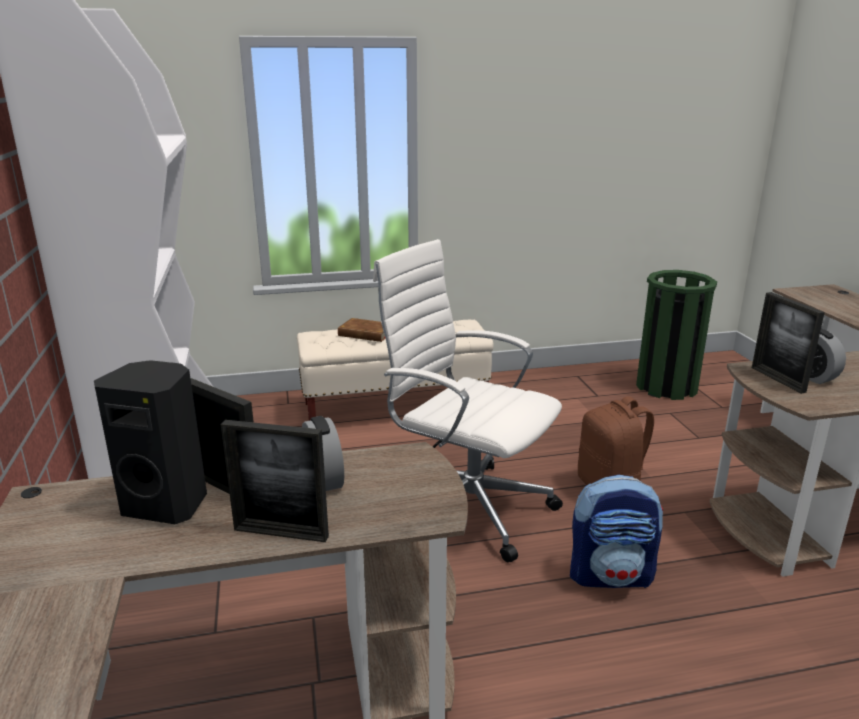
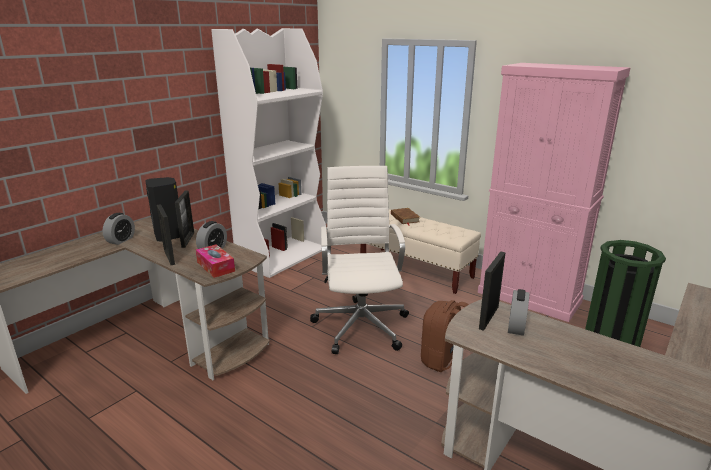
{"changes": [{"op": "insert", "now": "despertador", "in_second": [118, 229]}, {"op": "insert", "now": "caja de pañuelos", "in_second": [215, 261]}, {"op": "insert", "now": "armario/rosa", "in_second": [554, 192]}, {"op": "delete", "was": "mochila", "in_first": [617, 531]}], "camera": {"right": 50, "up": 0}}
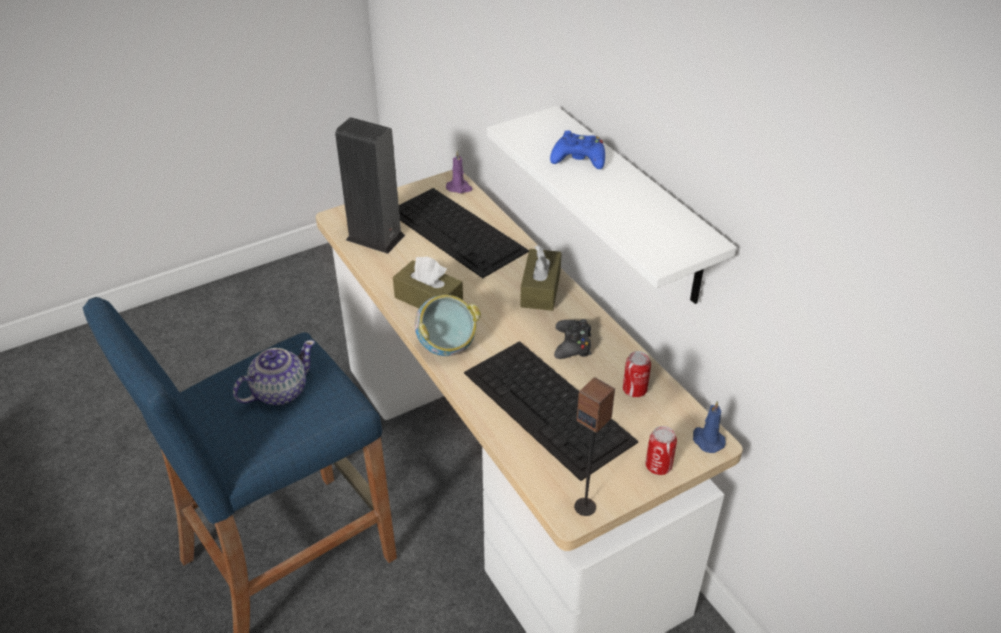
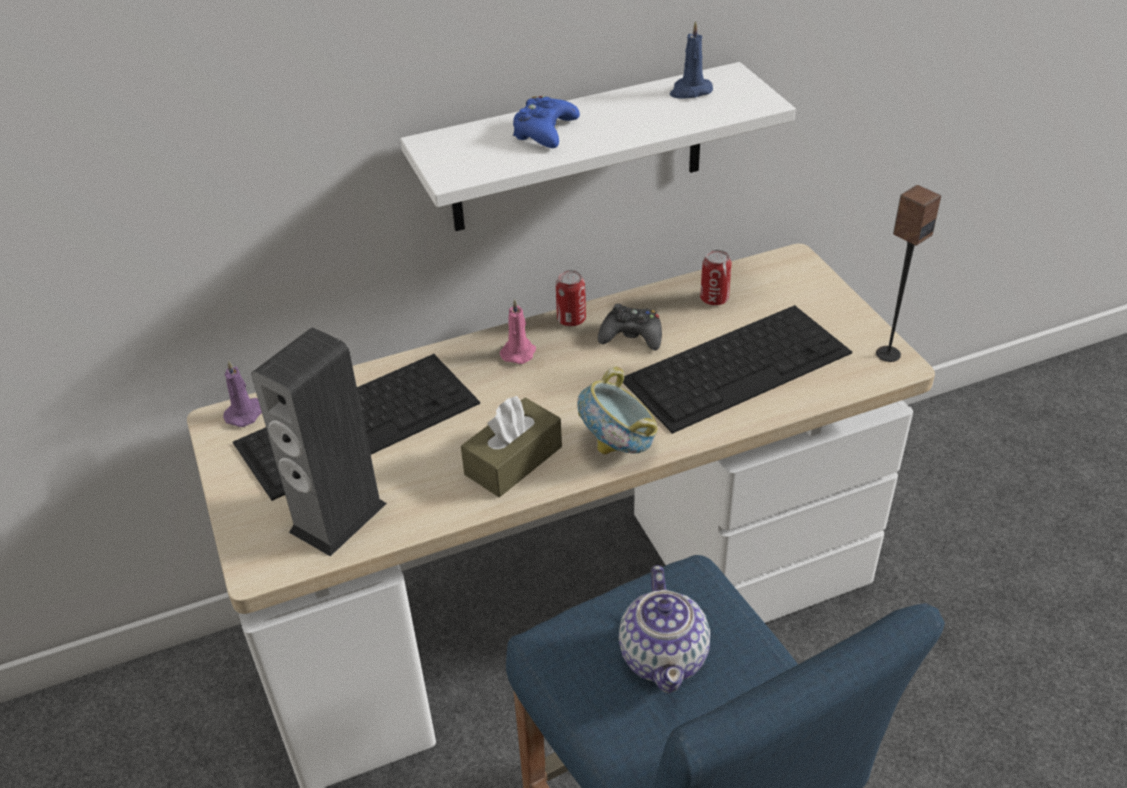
{"changes": [{"op": "replace", "was": "caja de pañuelos/marrón", "now": "vela/rosa", "in_first": [541, 278], "in_second": [518, 331]}, {"op": "move", "was": "lata", "in_first": [661, 450], "in_second": [571, 298]}, {"op": "rotate", "was": "tetera", "in_first": [274, 372], "in_second": [664, 629], "clockwise": -150}, {"op": "move", "was": "vela/azul", "in_first": [709, 427], "in_second": [691, 60]}], "camera": {"right": -80, "up": 0}}
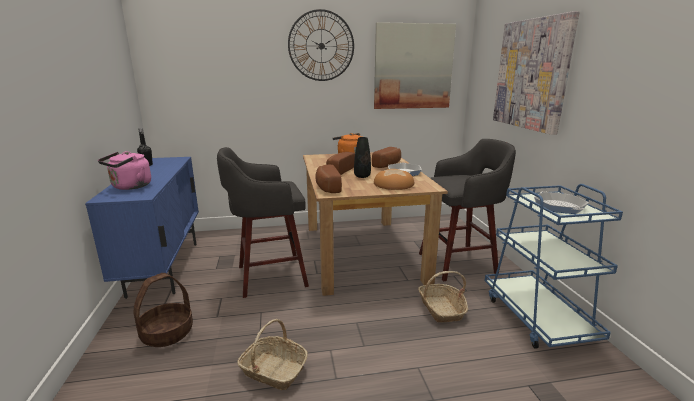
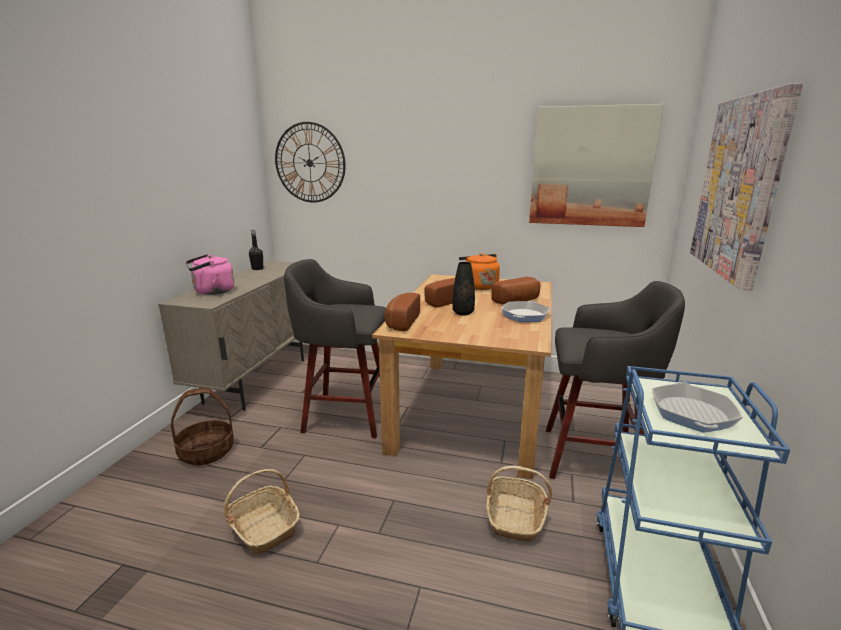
{"changes": [{"op": "recolor", "was": "armario/azul", "now": "armario/beis", "in_first": [142, 228], "in_second": [234, 336]}, {"op": "move", "was": "reloj de pared", "in_first": [321, 45], "in_second": [310, 162]}, {"op": "delete", "was": "pan", "in_first": [394, 179]}], "camera": {"right": 25, "up": 0}}
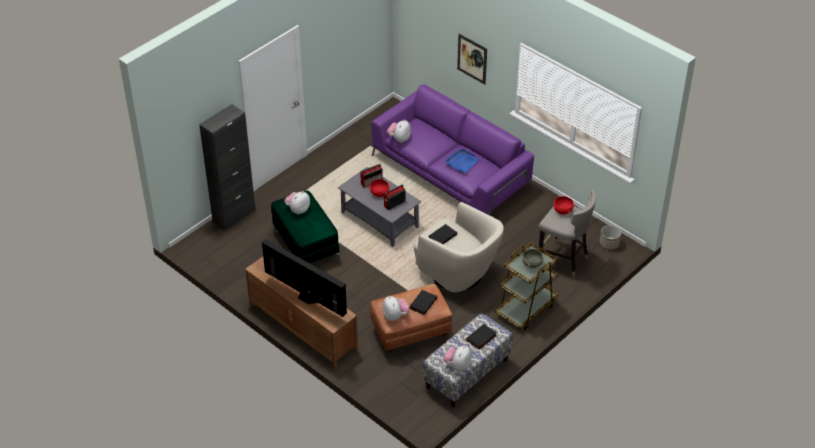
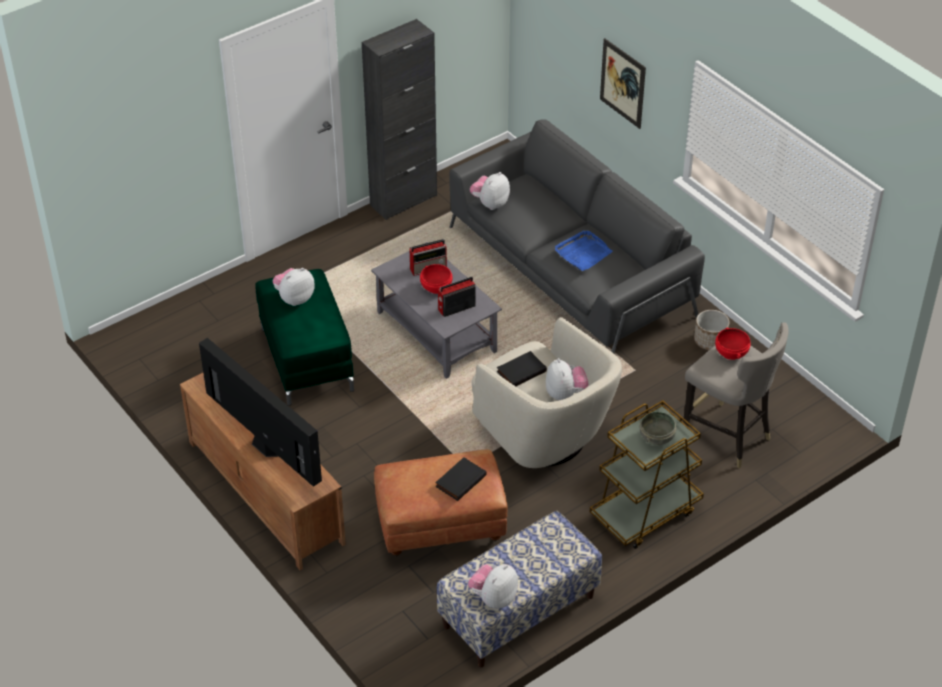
{"changes": [{"op": "move", "was": "armario/negro", "in_first": [227, 167], "in_second": [399, 119]}, {"op": "recolor", "was": "sofá/morado", "now": "sofá/gris", "in_first": [452, 149], "in_second": [577, 236]}, {"op": "move", "was": "peluche", "in_first": [396, 308], "in_second": [567, 379]}, {"op": "move", "was": "maceta", "in_first": [610, 237], "in_second": [711, 330]}, {"op": "delete", "was": "libro/negro", "in_first": [481, 337]}], "camera": {"right": 10, "up": 0}}
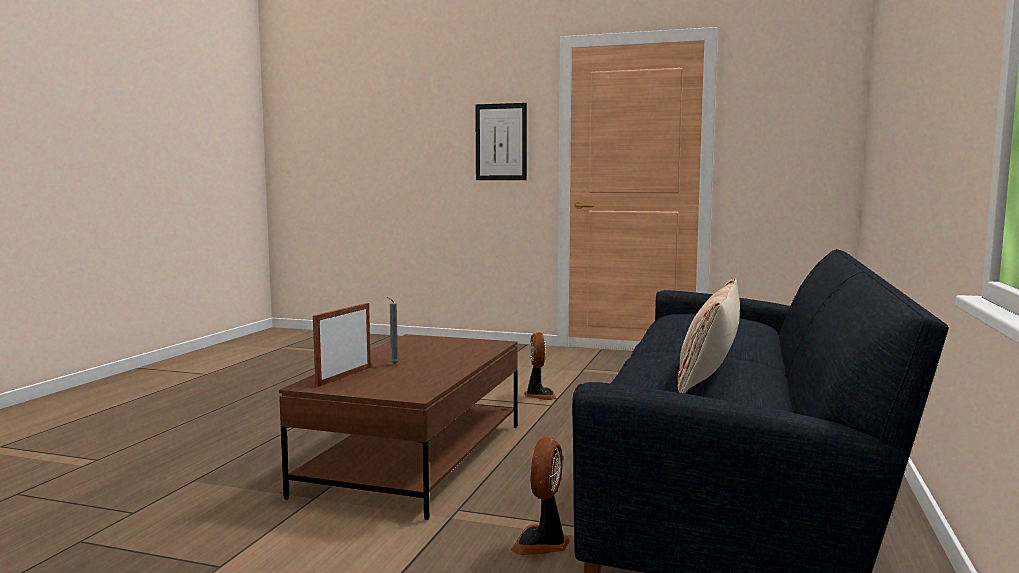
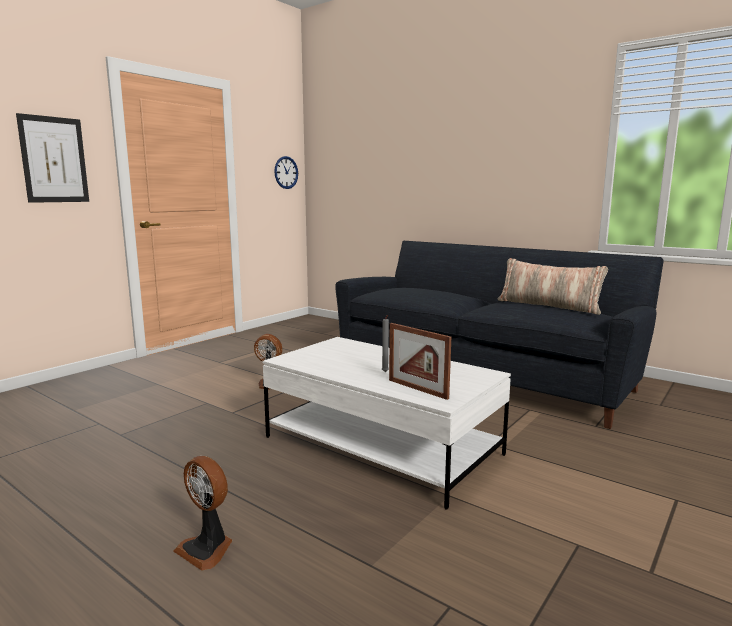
{"changes": [{"op": "move", "was": "ventilador", "in_first": [540, 496], "in_second": [203, 513]}, {"op": "recolor", "was": "mesa de centro/marrón", "now": "mesa de centro/blanco", "in_first": [398, 427], "in_second": [386, 423]}, {"op": "insert", "now": "reloj de pared", "in_second": [286, 172]}], "camera": {"right": -70, "up": 5}}
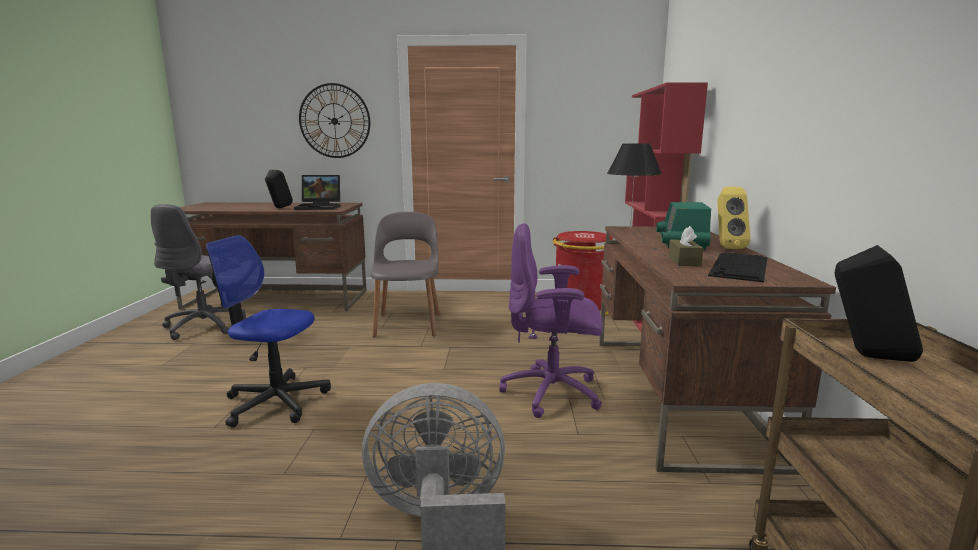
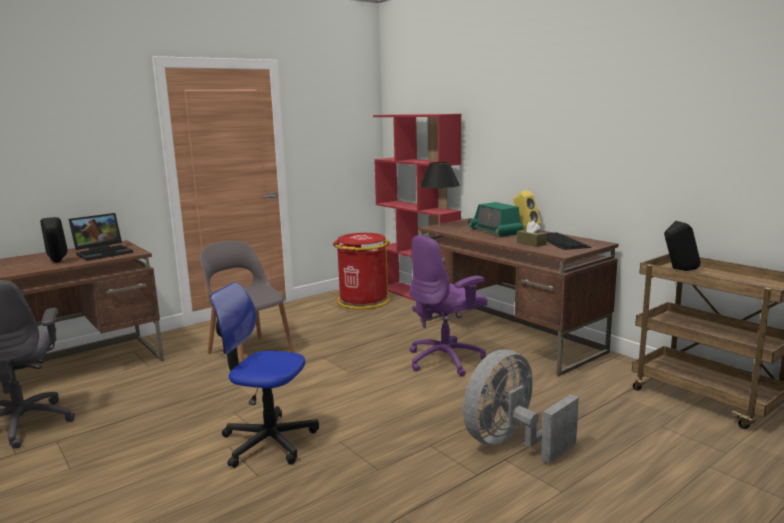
{"changes": [{"op": "rotate", "was": "silla de oficina", "in_first": [268, 331], "in_second": [264, 375], "clockwise": 45}, {"op": "delete", "was": "reloj de pared", "in_first": [334, 120]}], "camera": {"right": -40, "up": 0}}
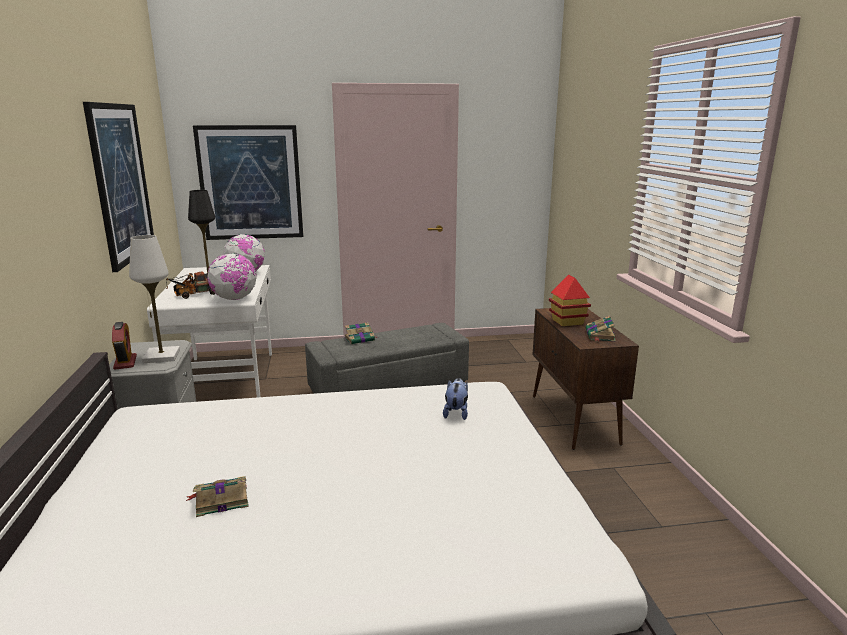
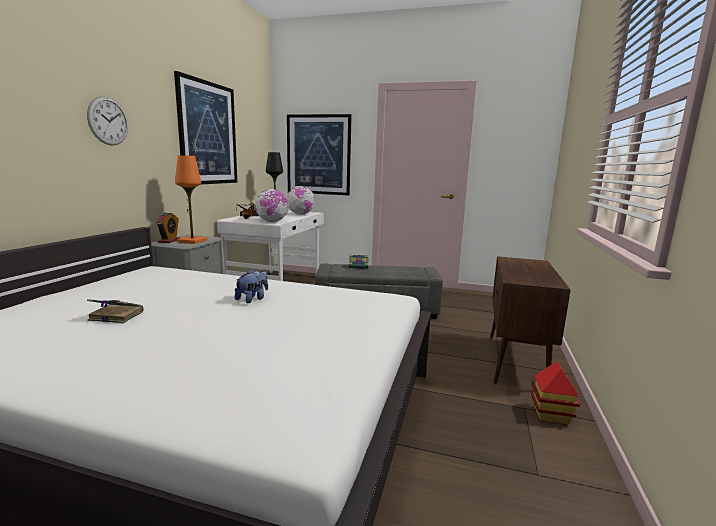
{"changes": [{"op": "insert", "now": "reloj de pared", "in_second": [107, 121]}, {"op": "recolor", "was": "lámpara de mesa/blanco", "now": "lámpara de mesa/naranja", "in_first": [154, 299], "in_second": [191, 199]}, {"op": "move", "was": "peluche", "in_first": [455, 399], "in_second": [251, 286]}, {"op": "move", "was": "casita", "in_first": [570, 300], "in_second": [555, 392]}, {"op": "delete", "was": "libro", "in_first": [601, 328]}], "camera": {"right": 25, "up": -5}}
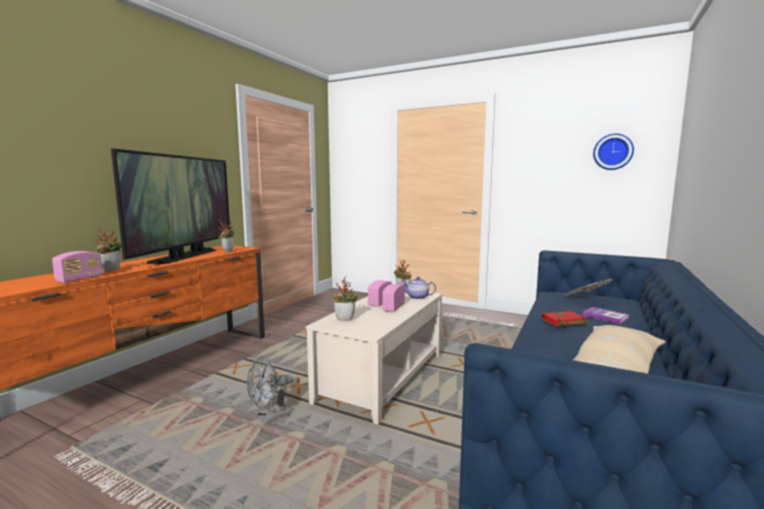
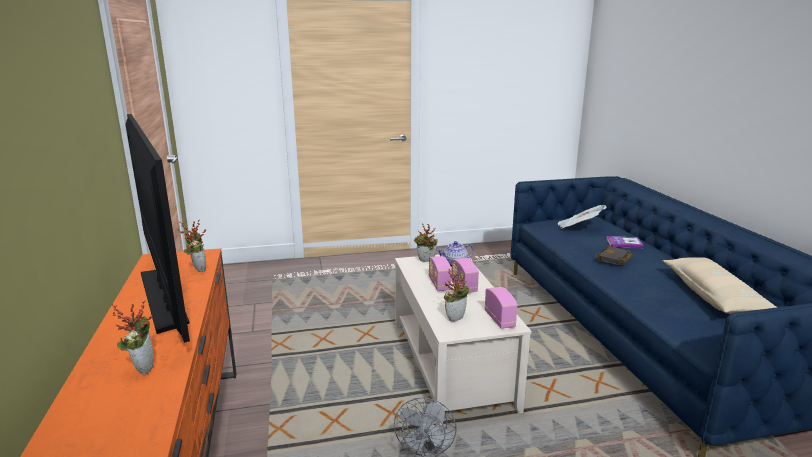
{"changes": [{"op": "move", "was": "radio", "in_first": [77, 267], "in_second": [501, 308]}, {"op": "recolor", "was": "libro/rojo", "now": "libro/negro", "in_first": [564, 318], "in_second": [614, 255]}, {"op": "delete", "was": "reloj de pared", "in_first": [613, 152]}], "camera": {"right": -40, "up": 10}}
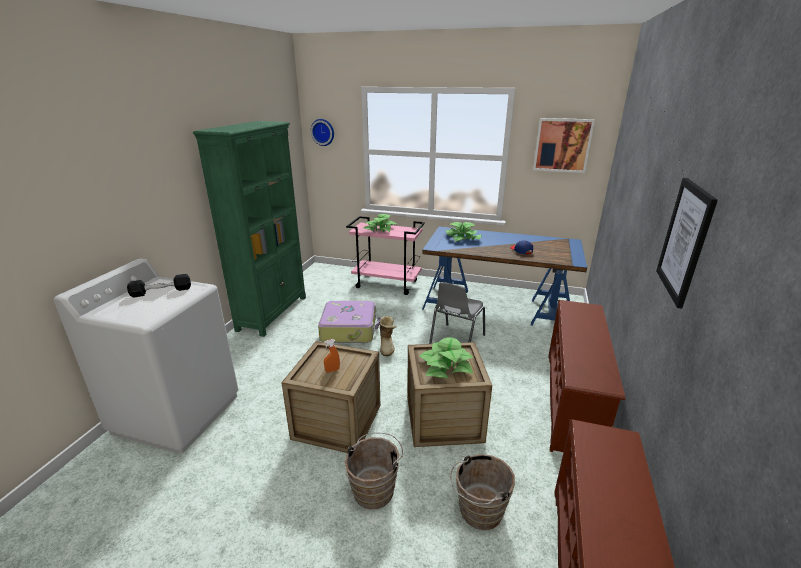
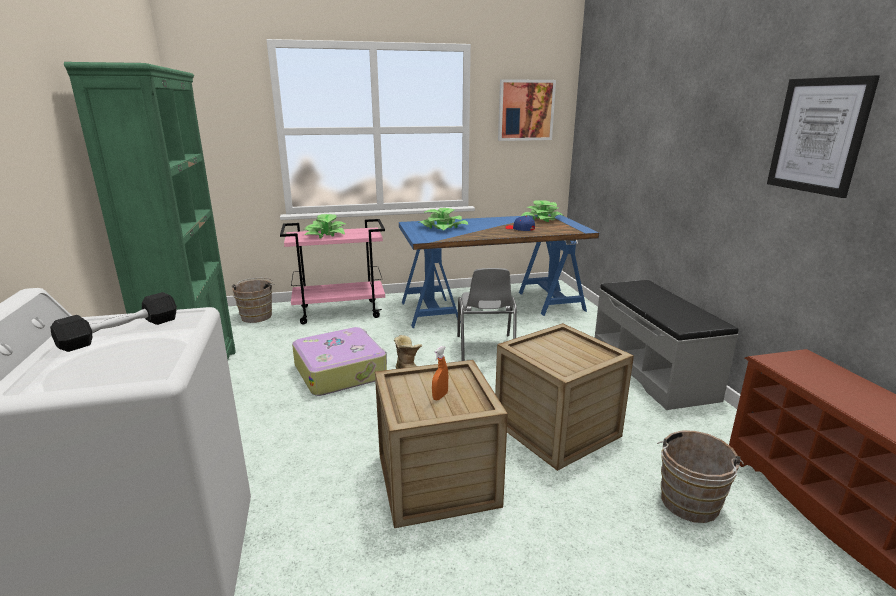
{"changes": [{"op": "move", "was": "cubo/marrón", "in_first": [374, 470], "in_second": [253, 300]}, {"op": "move", "was": "planta en maceta", "in_first": [446, 358], "in_second": [543, 211]}, {"op": "replace", "was": "zapatero/marrón", "now": "banco/gris", "in_first": [587, 376], "in_second": [666, 345]}, {"op": "delete", "was": "reloj de pared", "in_first": [322, 132]}], "camera": {"right": -30, "up": -5}}
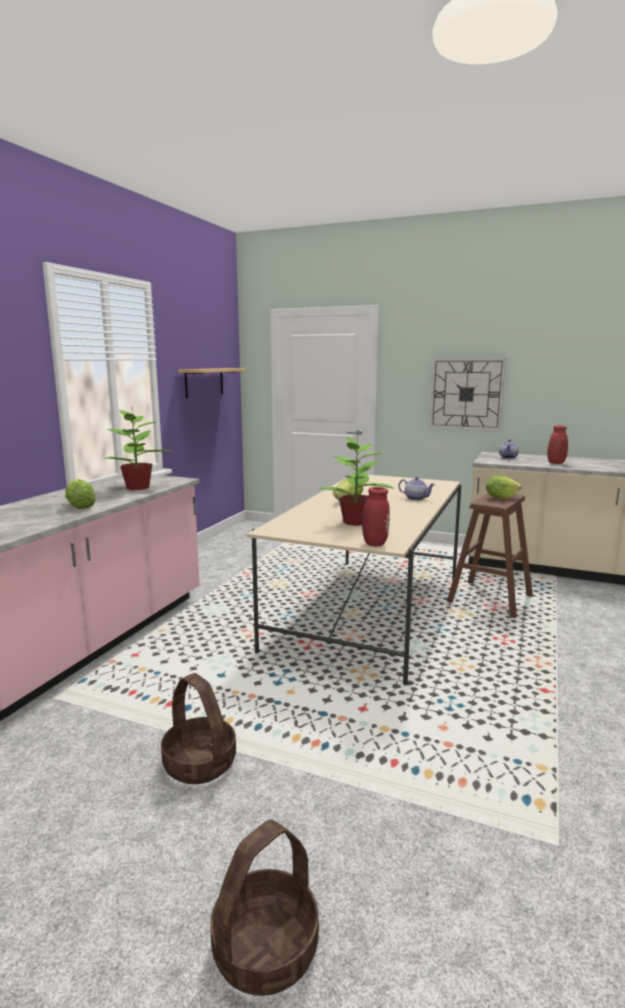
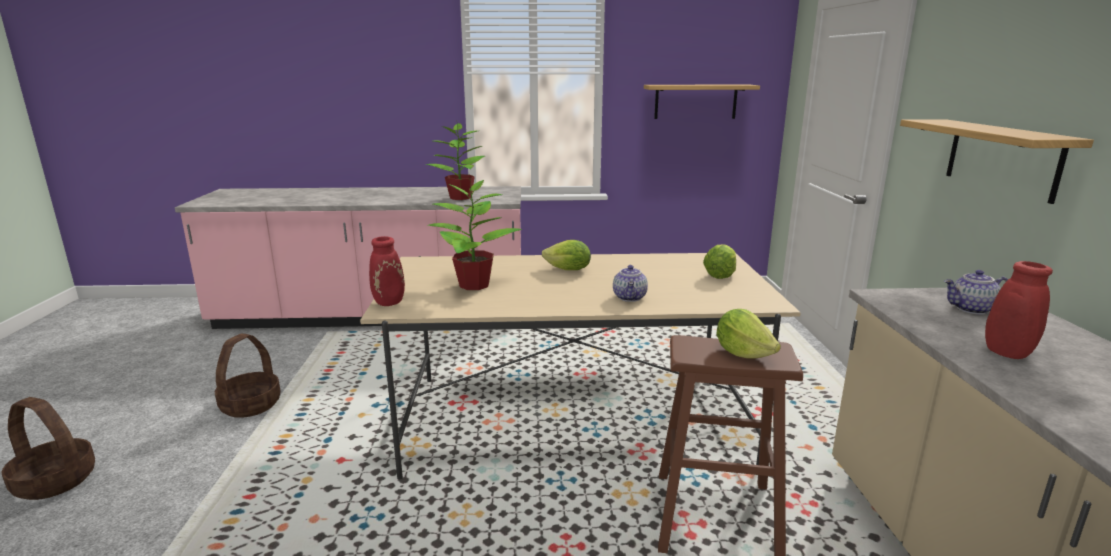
{"changes": [{"op": "move", "was": "lechuga", "in_first": [80, 494], "in_second": [719, 261]}, {"op": "replace", "was": "reloj de pared", "now": "estante", "in_first": [468, 394], "in_second": [997, 161]}], "camera": {"right": 65, "up": 5}}
